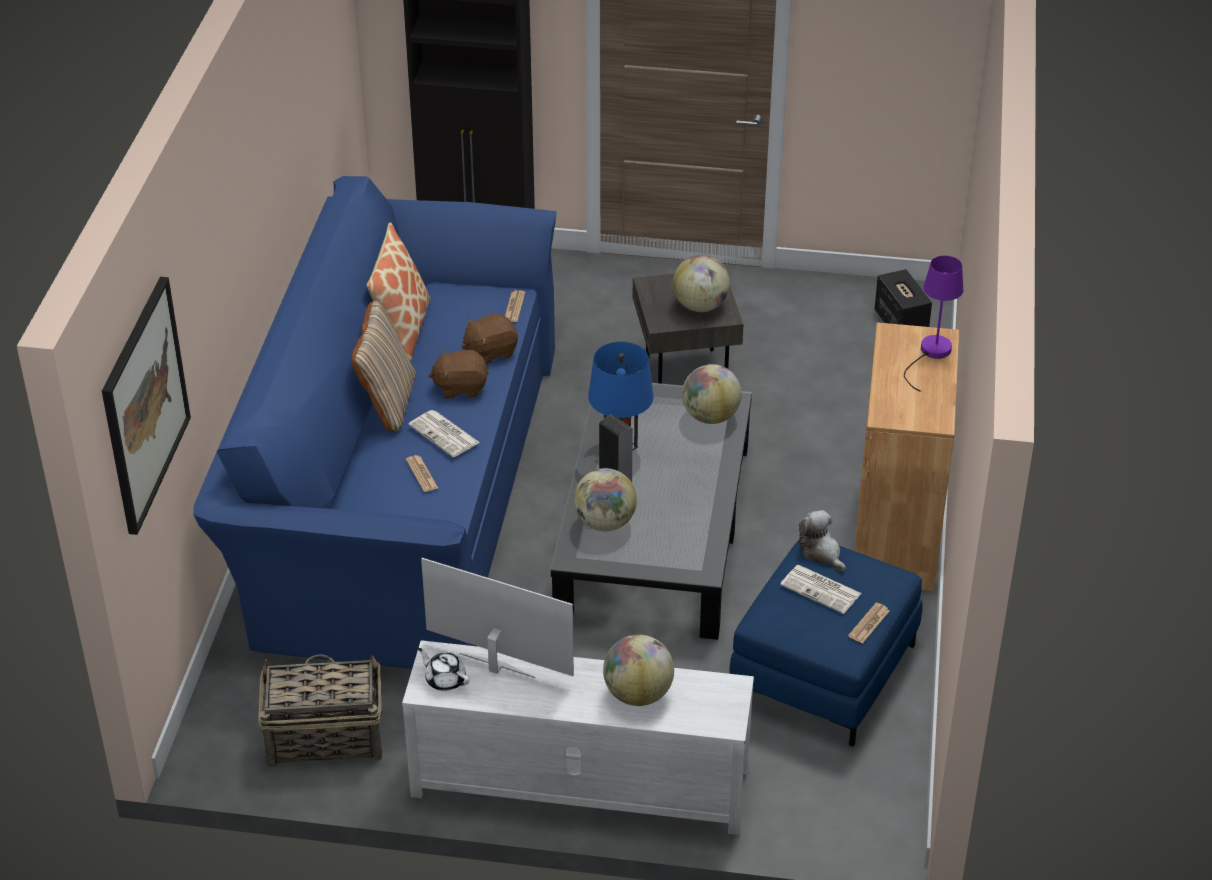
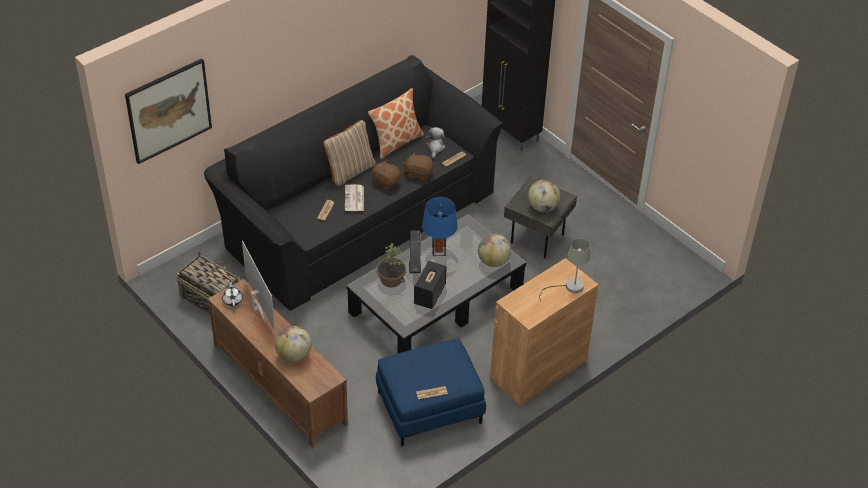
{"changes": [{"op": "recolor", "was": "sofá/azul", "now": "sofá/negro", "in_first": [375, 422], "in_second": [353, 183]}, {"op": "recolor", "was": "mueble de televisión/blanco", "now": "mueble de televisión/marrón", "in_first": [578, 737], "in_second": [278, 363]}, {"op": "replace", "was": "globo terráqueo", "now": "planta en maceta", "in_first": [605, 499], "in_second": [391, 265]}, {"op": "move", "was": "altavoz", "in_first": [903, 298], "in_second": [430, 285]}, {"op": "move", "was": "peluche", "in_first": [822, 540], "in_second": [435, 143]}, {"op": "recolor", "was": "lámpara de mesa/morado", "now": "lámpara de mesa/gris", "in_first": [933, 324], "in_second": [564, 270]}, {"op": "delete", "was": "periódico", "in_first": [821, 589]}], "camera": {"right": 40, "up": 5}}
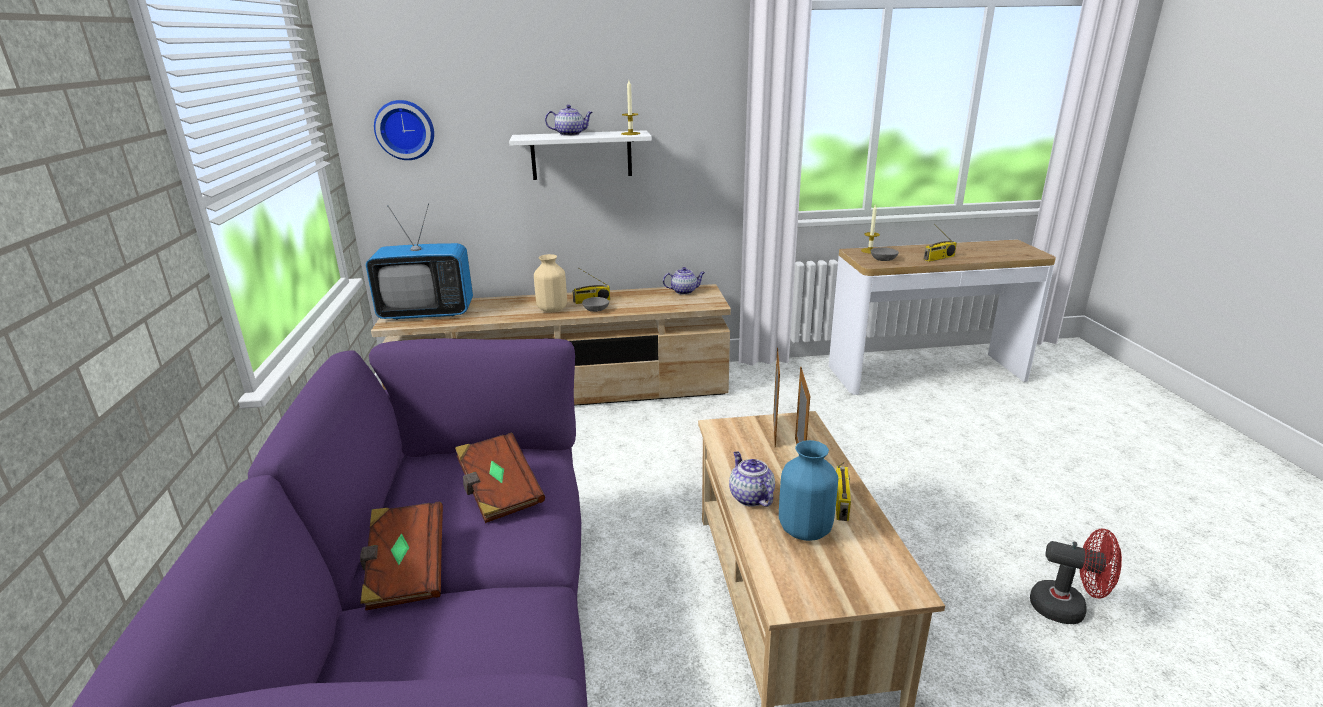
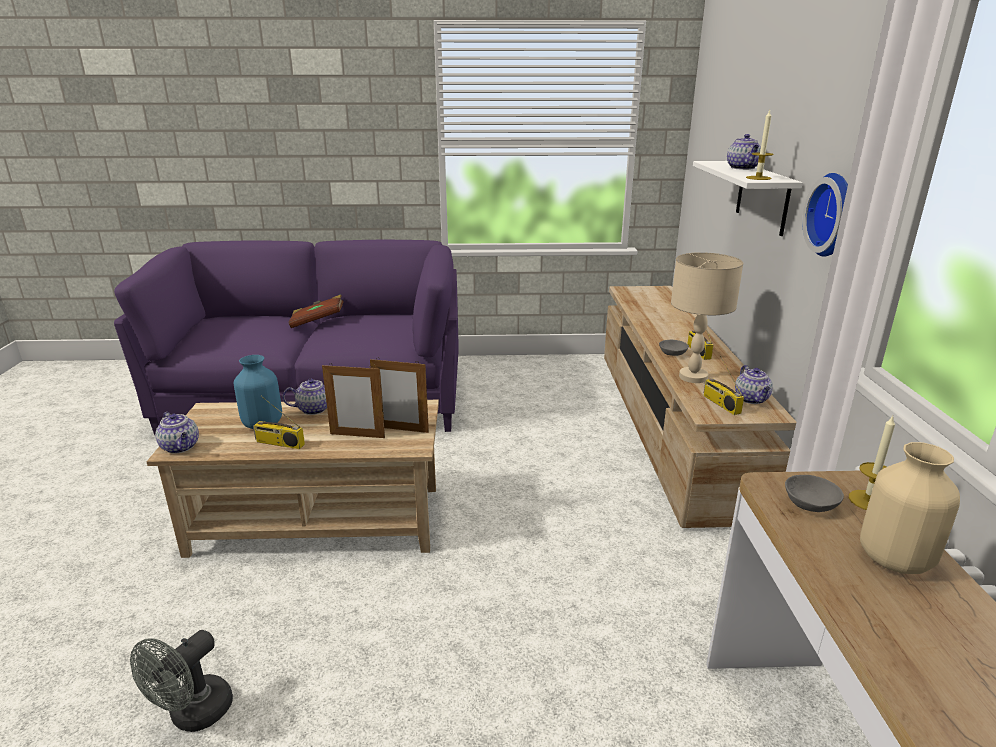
{"changes": [{"op": "recolor", "was": "ventilador/rojo", "now": "ventilador/gris", "in_first": [1076, 576], "in_second": [181, 681]}, {"op": "insert", "now": "tetera", "in_second": [177, 432]}, {"op": "insert", "now": "lámpara de mesa/beis", "in_second": [707, 317]}, {"op": "move", "was": "radio", "in_first": [940, 246], "in_second": [724, 385]}, {"op": "move", "was": "reloj de pared", "in_first": [404, 130], "in_second": [825, 215]}, {"op": "move", "was": "florero/beis", "in_first": [550, 283], "in_second": [910, 508]}, {"op": "delete", "was": "televisor", "in_first": [419, 261]}, {"op": "delete", "was": "libro/marrón", "in_first": [500, 478]}], "camera": {"right": 95, "up": 0}}
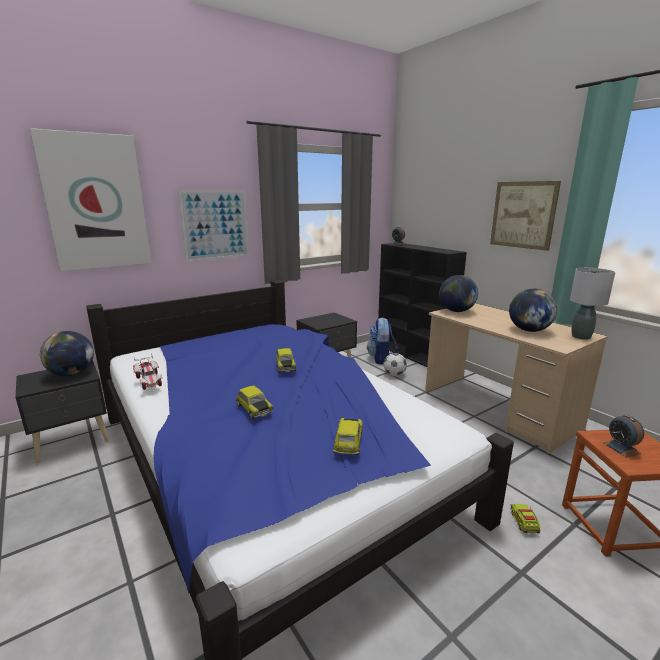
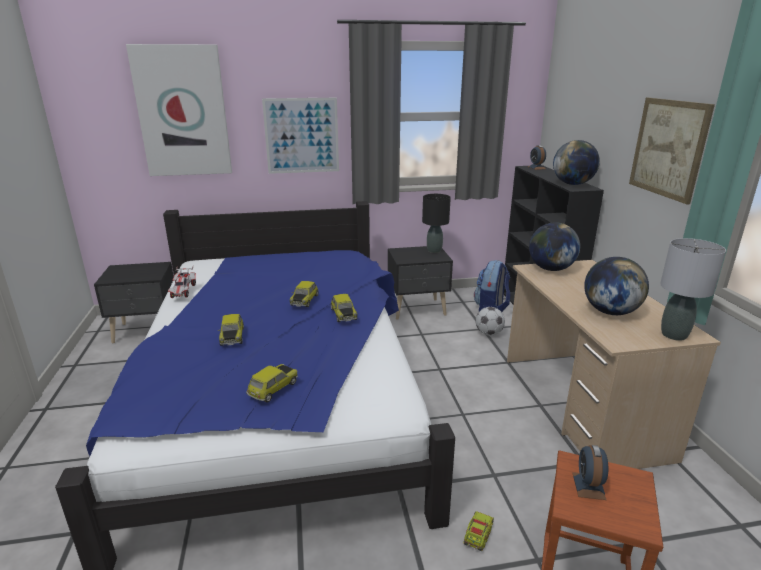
{"changes": [{"op": "insert", "now": "coche de juguete", "in_second": [344, 308]}, {"op": "insert", "now": "lámpara de mesa/negro", "in_second": [436, 223]}, {"op": "move", "was": "globo terráqueo", "in_first": [67, 353], "in_second": [576, 162]}], "camera": {"right": 25, "up": 5}}
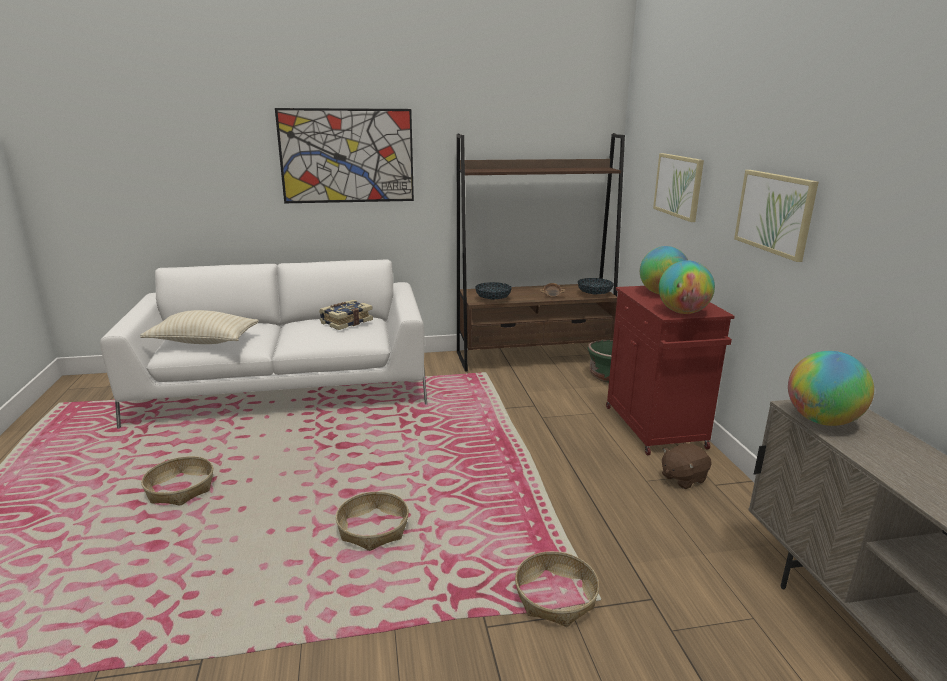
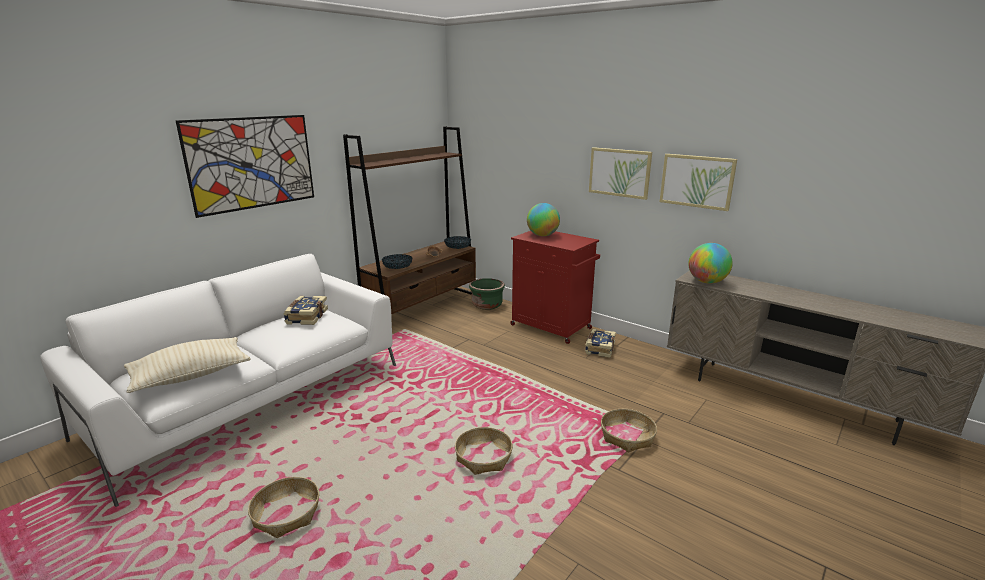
{"changes": [{"op": "replace", "was": "peluche/marrón", "now": "libro", "in_first": [687, 466], "in_second": [600, 343]}, {"op": "move", "was": "cuadro", "in_first": [678, 187], "in_second": [698, 182]}, {"op": "delete", "was": "globo terráqueo", "in_first": [687, 287]}], "camera": {"right": -40, "up": 0}}
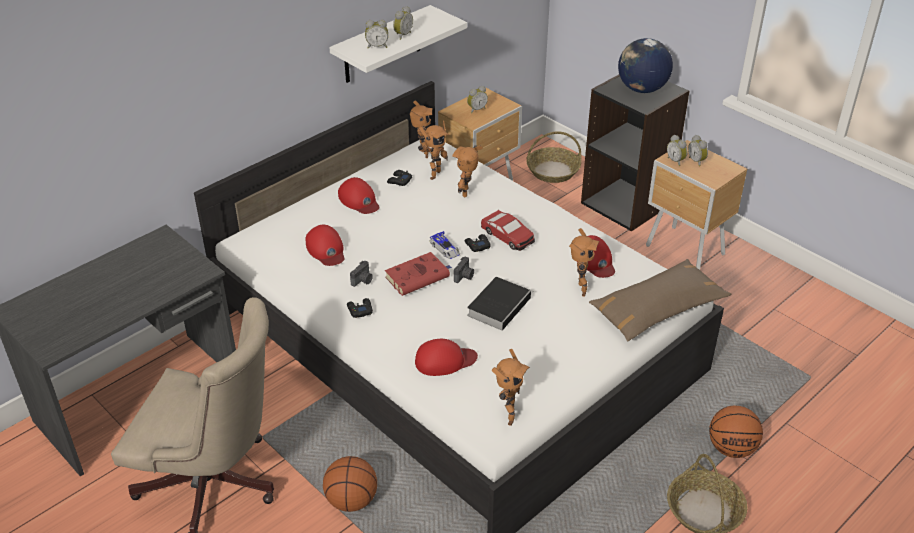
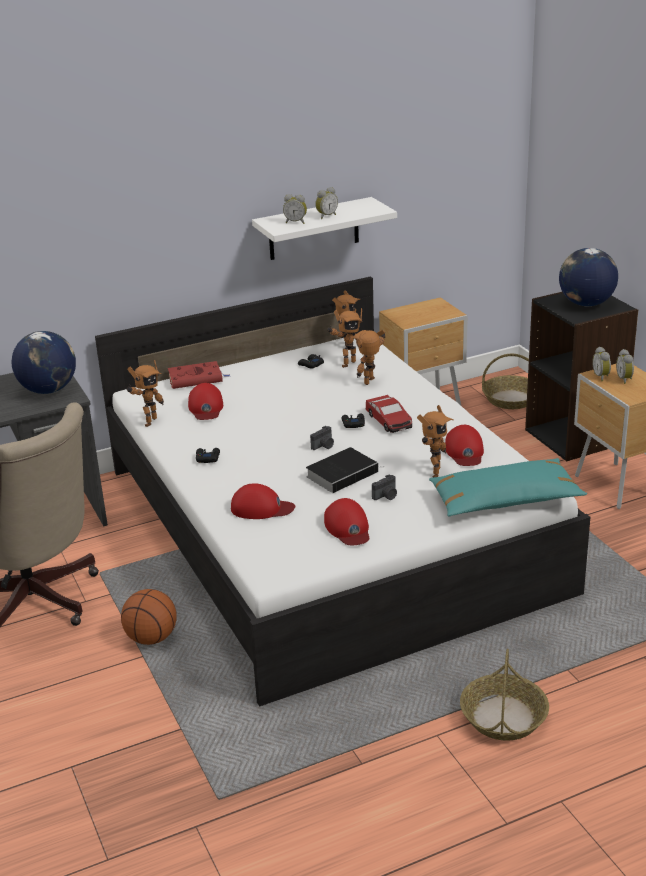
{"changes": [{"op": "insert", "now": "globo terráqueo", "in_second": [43, 362]}, {"op": "move", "was": "robot de juguete", "in_first": [511, 387], "in_second": [145, 393]}, {"op": "move", "was": "libro/rojo", "in_first": [418, 274], "in_second": [198, 375]}, {"op": "move", "was": "gorra/rojo", "in_first": [358, 195], "in_second": [346, 521]}, {"op": "move", "was": "cámara", "in_first": [361, 274], "in_second": [384, 487]}, {"op": "recolor", "was": "cojín/marrón", "now": "cojín/turquesa", "in_first": [660, 300], "in_second": [508, 487]}, {"op": "delete", "was": "coche de juguete", "in_first": [444, 245]}, {"op": "delete", "was": "despertador", "in_first": [477, 99]}, {"op": "delete", "was": "balón de baloncesto", "in_first": [736, 432]}], "camera": {"right": 20, "up": -10}}
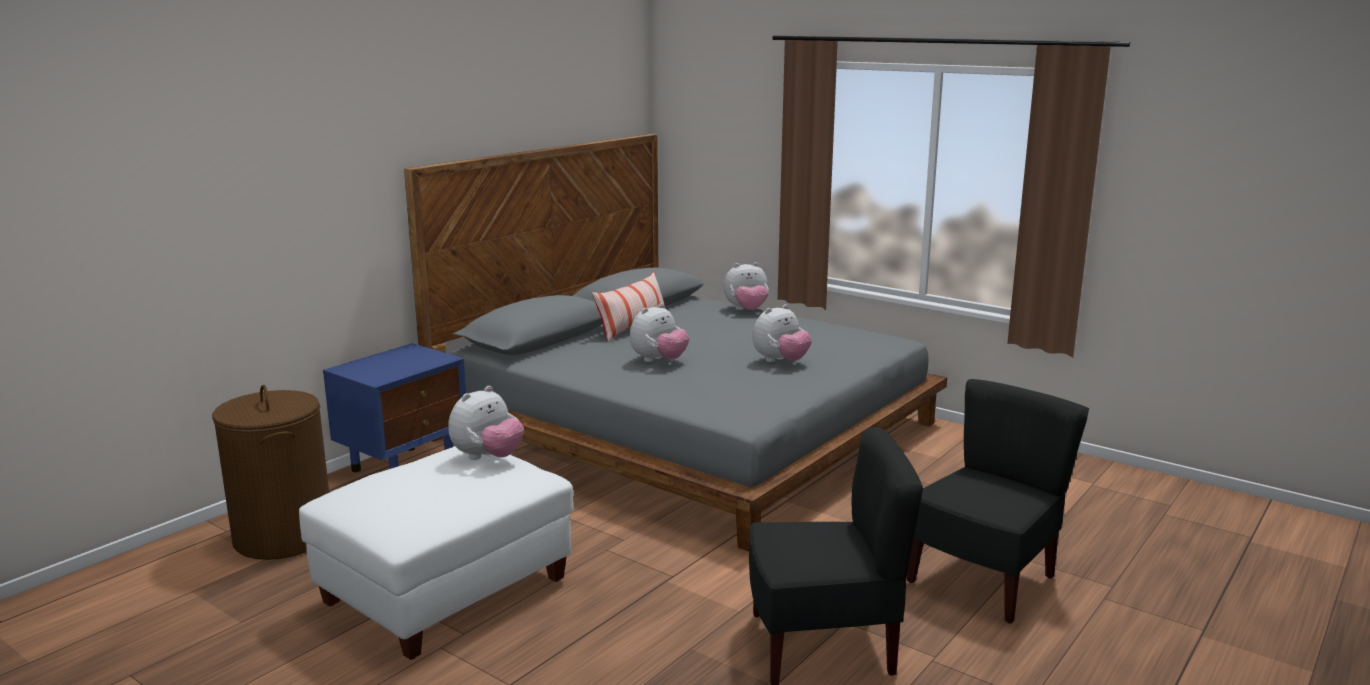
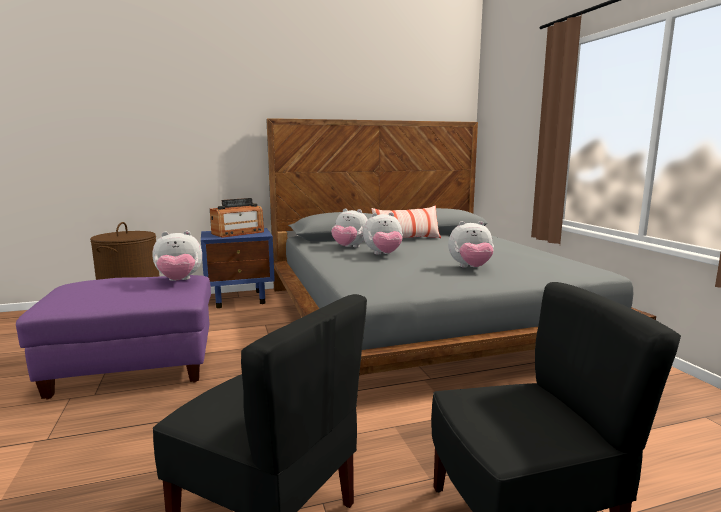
{"changes": [{"op": "recolor", "was": "puf/blanco", "now": "puf/morado", "in_first": [436, 553], "in_second": [113, 337]}, {"op": "insert", "now": "radio", "in_second": [237, 218]}, {"op": "move", "was": "peluche", "in_first": [746, 286], "in_second": [349, 228]}], "camera": {"right": 35, "up": -5}}
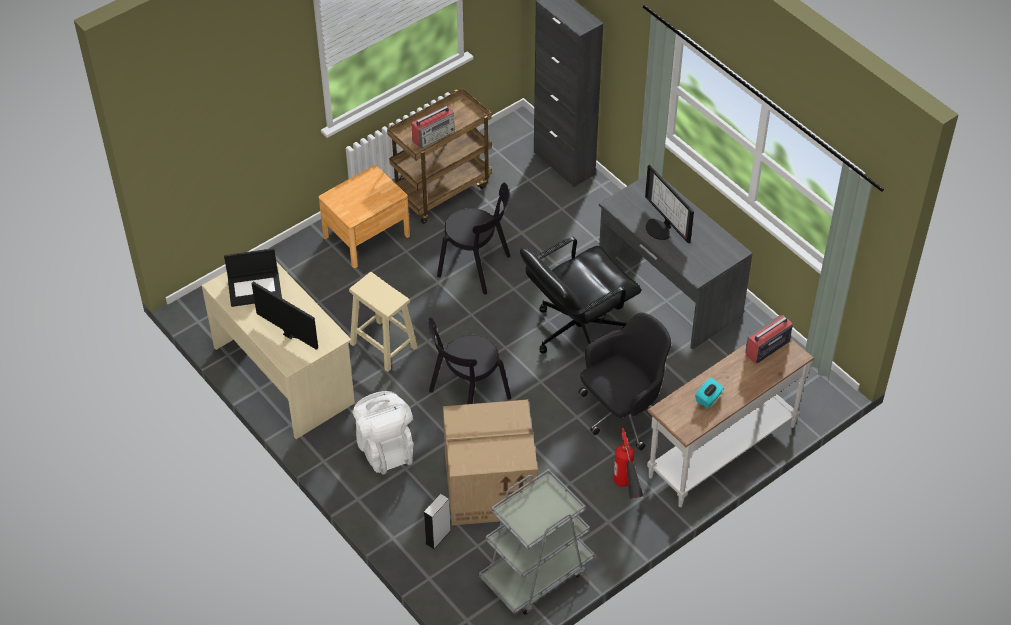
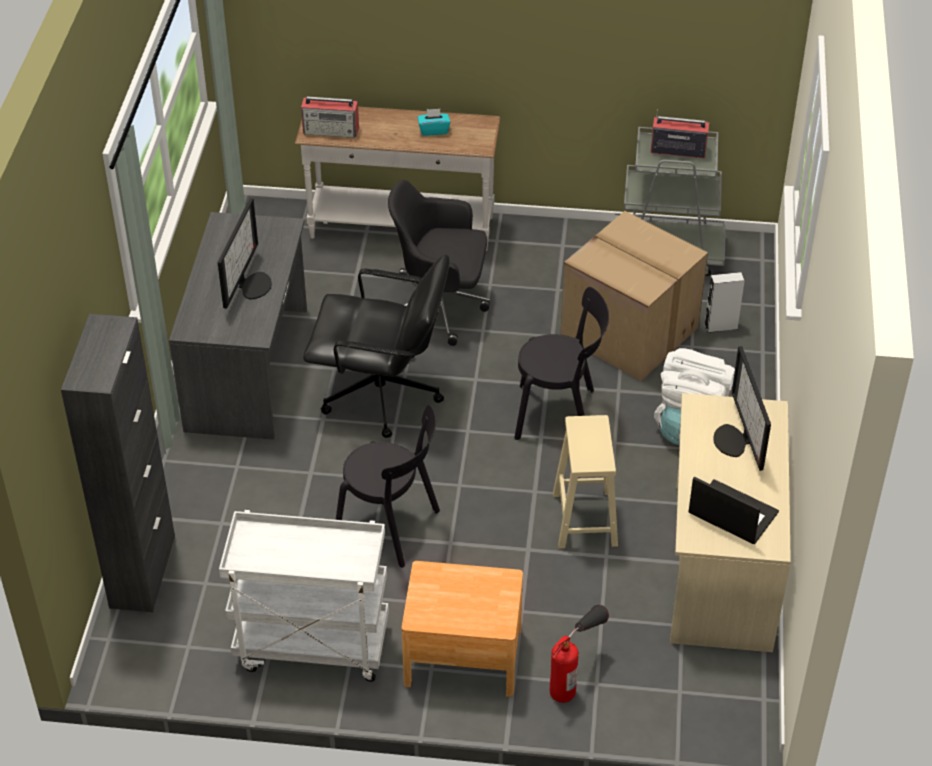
{"changes": [{"op": "recolor", "was": "carrito/marrón", "now": "carrito/blanco", "in_first": [439, 156], "in_second": [304, 596]}, {"op": "rotate", "was": "silla/negro", "in_first": [473, 238], "in_second": [388, 486], "clockwise": 135}, {"op": "move", "was": "extintor", "in_first": [628, 463], "in_second": [579, 654]}, {"op": "move", "was": "radio", "in_first": [432, 127], "in_second": [679, 133]}], "camera": {"right": -135, "up": -5}}
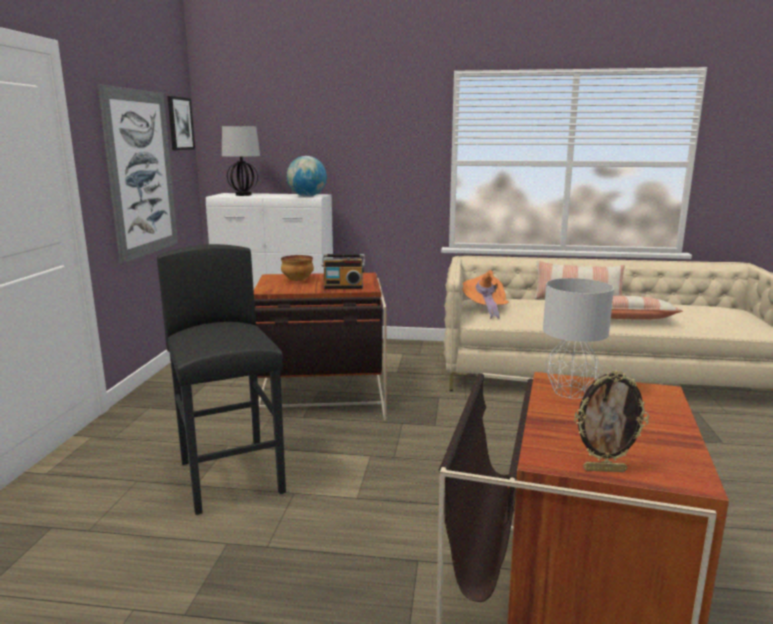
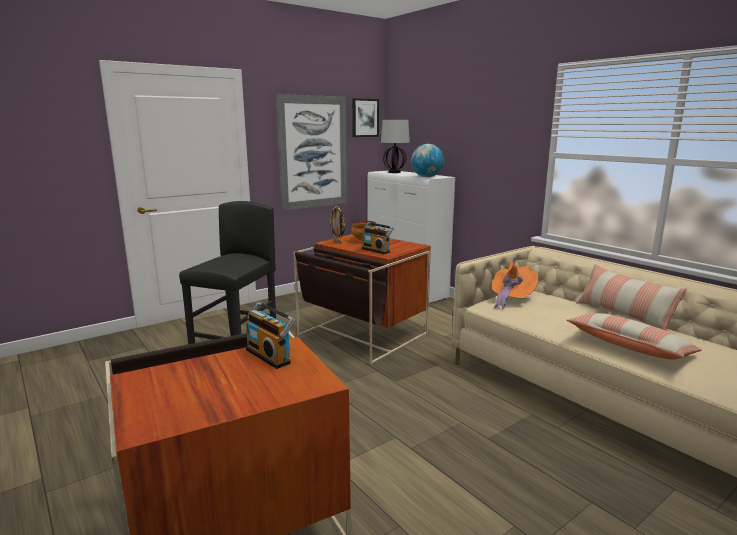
{"changes": [{"op": "replace", "was": "lámpara de mesa/gris", "now": "radio", "in_first": [578, 338], "in_second": [270, 335]}, {"op": "move", "was": "portarretratos", "in_first": [611, 421], "in_second": [337, 225]}], "camera": {"right": 45, "up": 0}}
